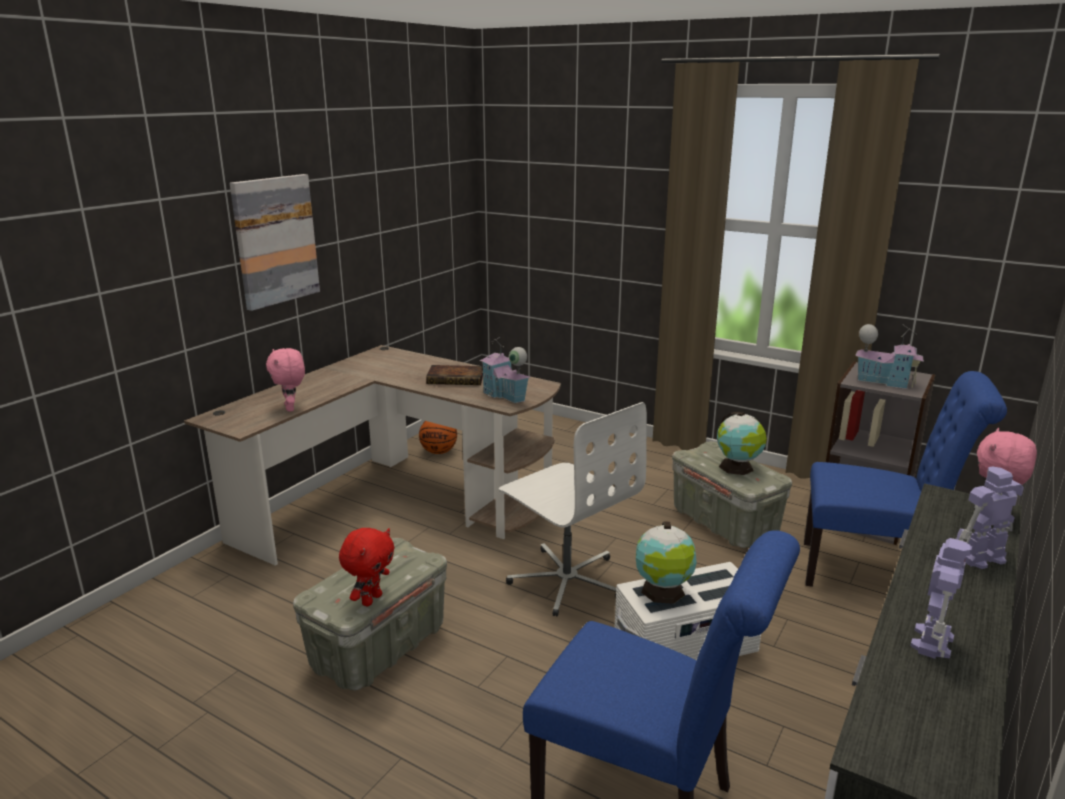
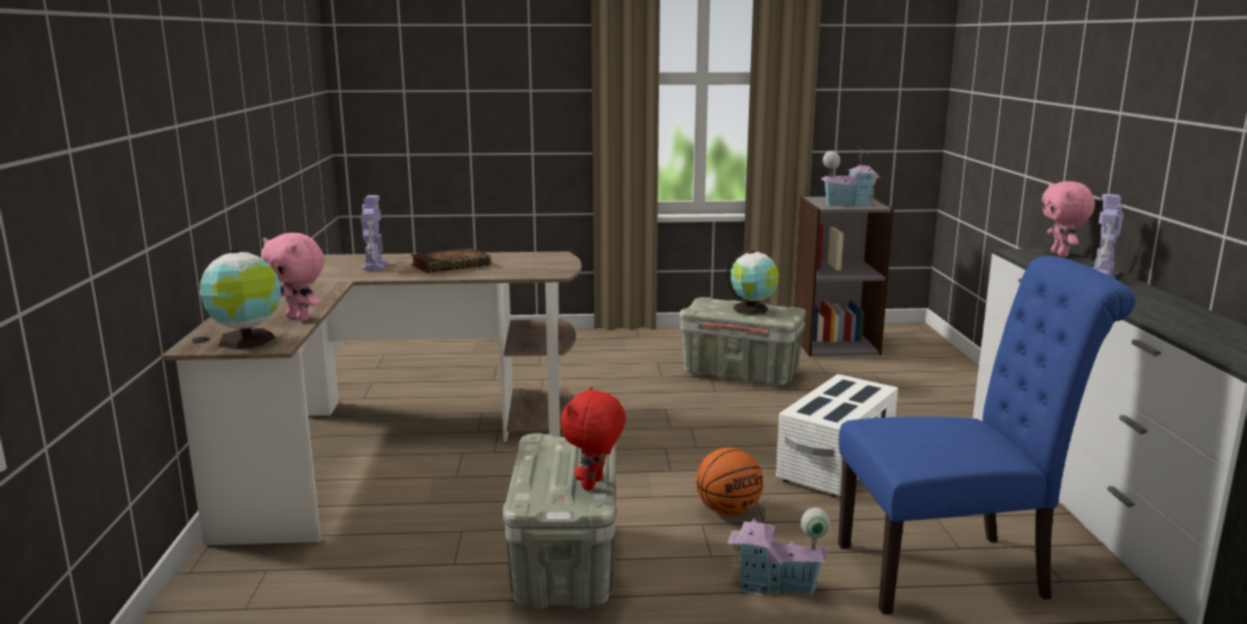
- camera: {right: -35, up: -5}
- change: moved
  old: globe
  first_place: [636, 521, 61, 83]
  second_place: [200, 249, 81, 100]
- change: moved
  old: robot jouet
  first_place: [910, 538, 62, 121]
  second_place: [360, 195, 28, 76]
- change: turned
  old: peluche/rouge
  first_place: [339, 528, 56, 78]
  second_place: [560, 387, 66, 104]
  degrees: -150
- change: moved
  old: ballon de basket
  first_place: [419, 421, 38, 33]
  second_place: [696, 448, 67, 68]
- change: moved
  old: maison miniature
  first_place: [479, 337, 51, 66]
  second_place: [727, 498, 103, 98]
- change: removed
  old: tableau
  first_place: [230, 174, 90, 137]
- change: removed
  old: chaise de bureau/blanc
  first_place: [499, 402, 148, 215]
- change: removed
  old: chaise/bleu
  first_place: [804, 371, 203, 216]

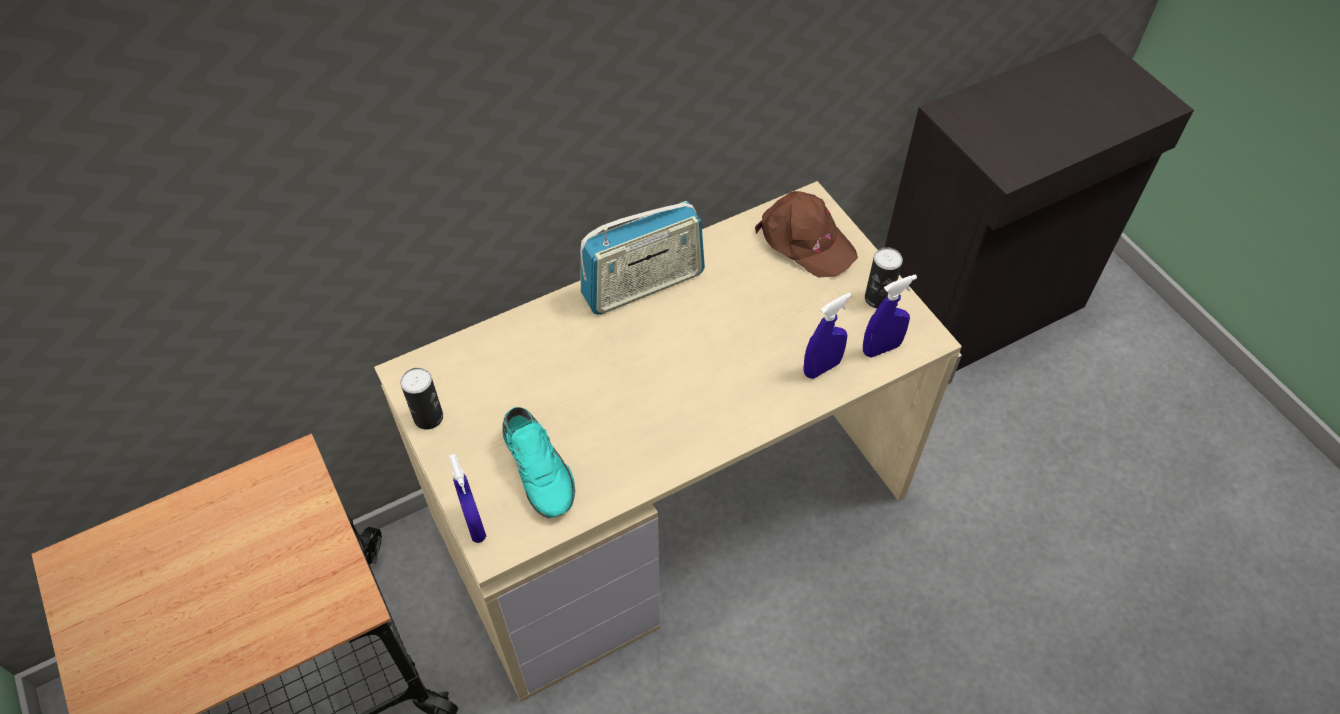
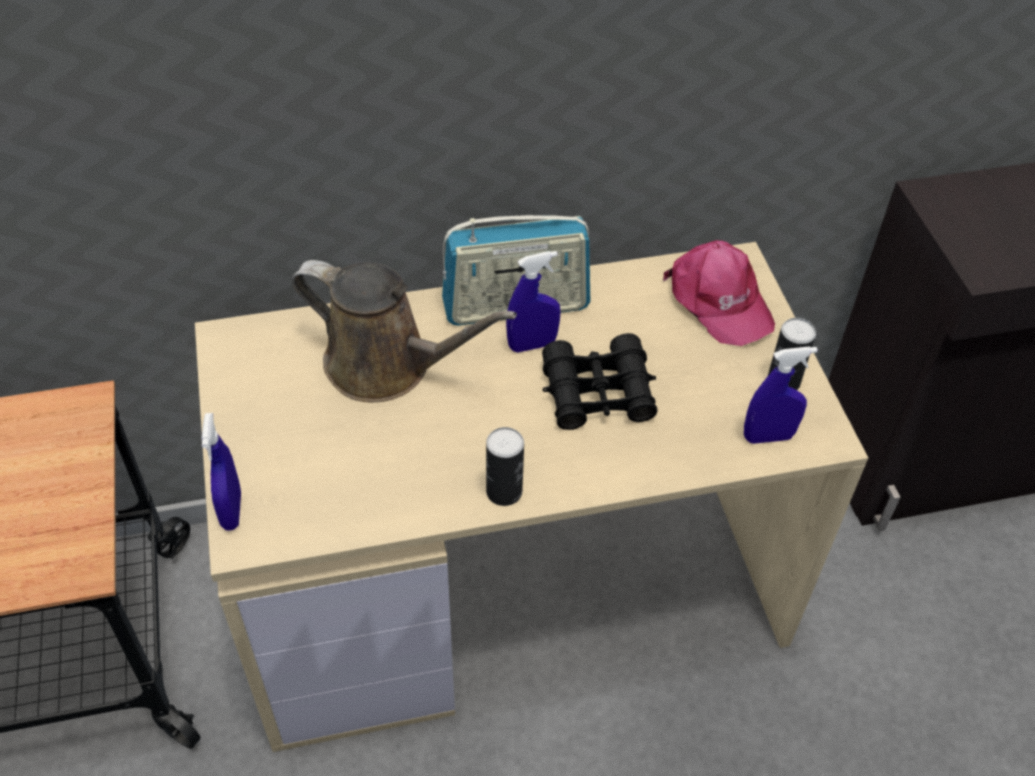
- camera: {right: 15, up: -5}
- change: added
  new: arrosoir/marron
  second_place: [292, 260, 225, 143]
- change: moved
  old: boîte métallique
  first_place: [400, 368, 43, 62]
  second_place: [486, 427, 38, 79]
- change: moved
  old: vaporisateur/bleu
  first_place: [804, 293, 48, 86]
  second_place: [506, 251, 54, 102]
- change: added
  new: jumelles/noir
  second_place: [542, 333, 116, 97]
- change: recoloured
  old: casquette/marron
  new: casquette/rose
  first_place: [755, 191, 103, 87]
  second_place: [663, 240, 112, 106]
- change: removed
  old: chaussure/turquoise
  first_place: [502, 407, 73, 112]

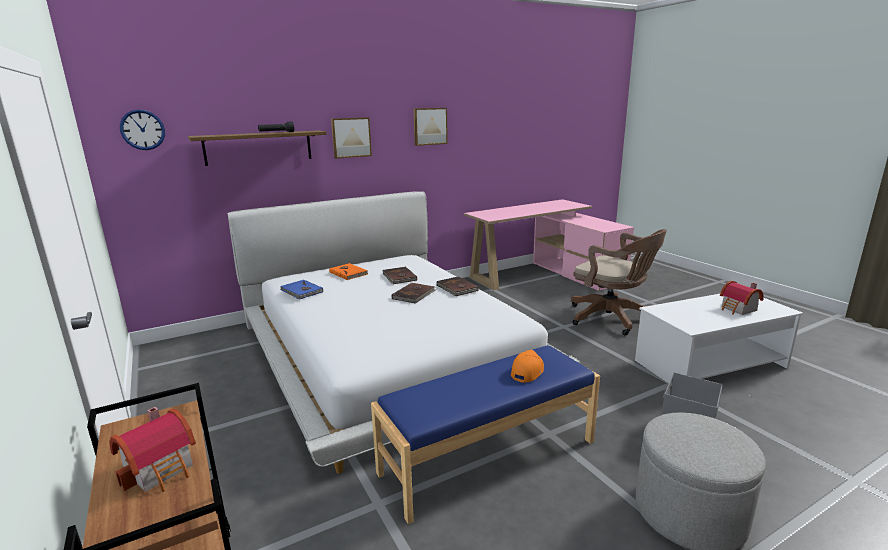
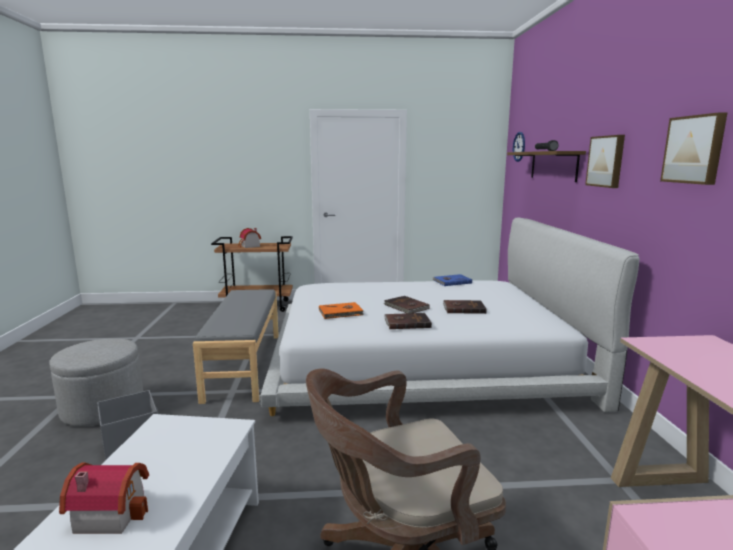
- camera: {right: 115, up: -5}
- change: recoloured
  old: banc/bleu
  new: banc/gris
  first_place: [371, 345, 229, 179]
  second_place: [193, 289, 86, 115]
- change: moved
  old: livre/orange
  first_place: [329, 263, 39, 17]
  second_place: [319, 302, 45, 17]
- change: removed
  old: casquette/orange
  first_place: [511, 350, 33, 33]

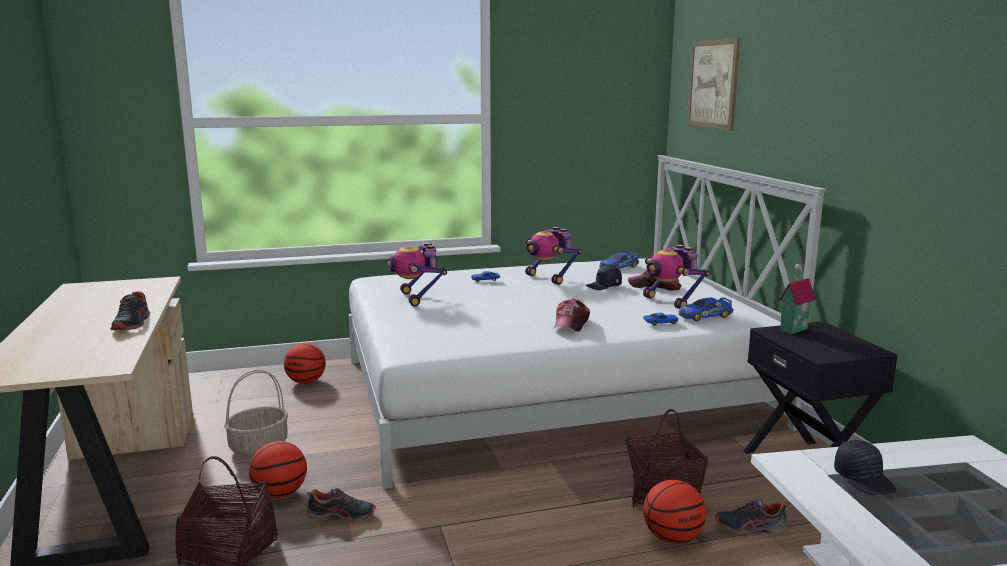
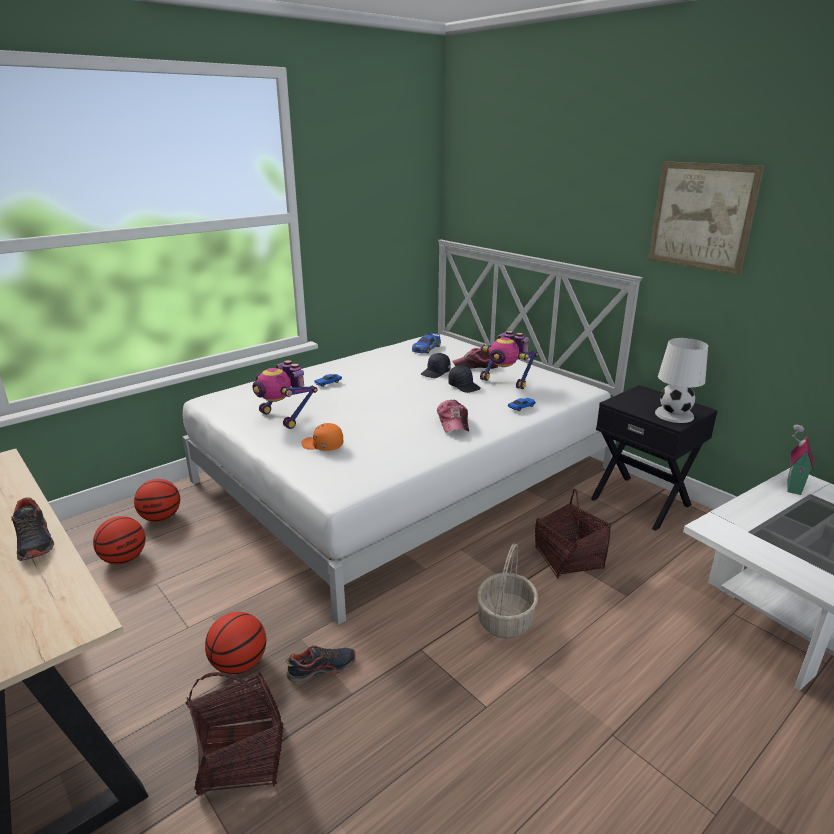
- camera: {right: -25, up: 10}
- change: moved
  old: ballon de basket
  first_place: [643, 480, 63, 64]
  second_place: [93, 516, 53, 48]
- change: added
  new: casquette/orange
  second_place: [301, 423, 42, 28]
- change: moved
  old: casquette/noir
  first_place: [834, 440, 63, 55]
  second_place: [448, 366, 33, 27]
- change: moved
  old: panier
  first_place: [224, 370, 64, 86]
  second_place: [477, 544, 61, 95]
- change: moved
  old: tableau
  first_place: [687, 38, 53, 93]
  second_place: [648, 161, 117, 114]
- change: added
  new: lampe de table/blanc
  second_place: [655, 338, 53, 85]
- change: moved
  old: maison miniature
  first_place: [778, 264, 38, 70]
  second_place: [787, 425, 27, 70]
- change: removed
  old: robot jouet
  first_place: [525, 227, 57, 58]
- change: removed
  old: petite voiture
  first_place: [679, 298, 54, 23]
- change: removed
  old: chaussure
  first_place: [715, 499, 73, 35]

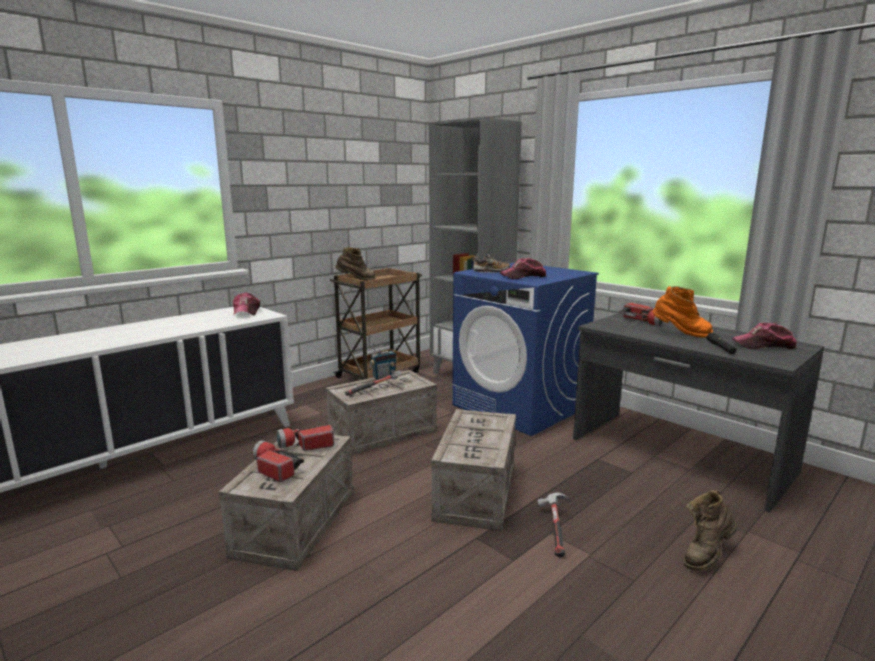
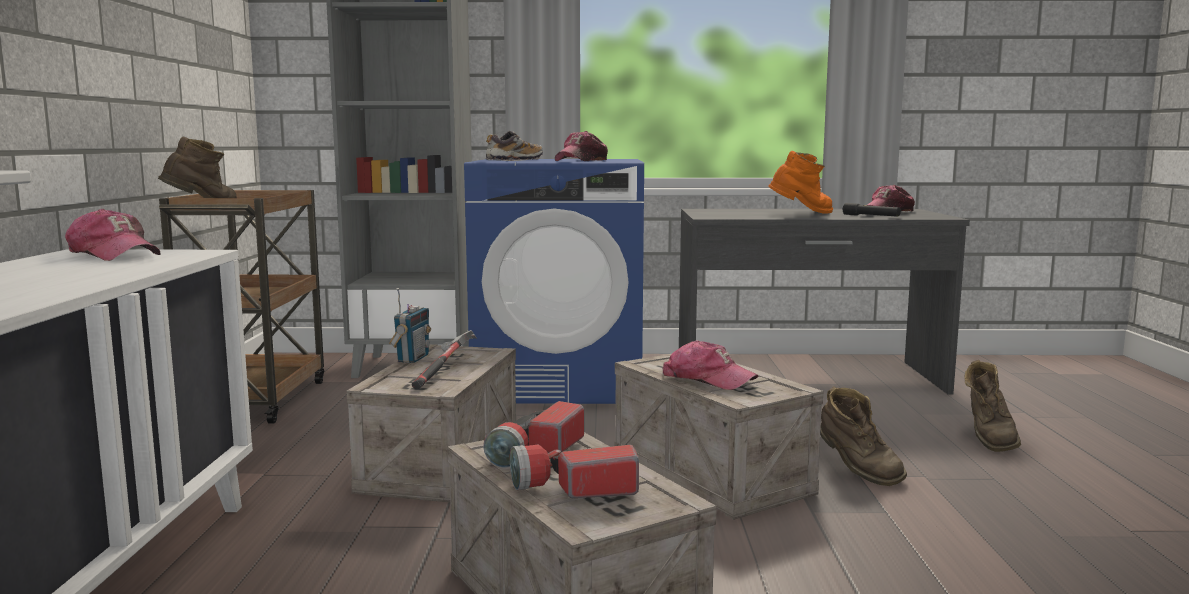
- camera: {right: -45, up: -5}
- change: added
  new: casquette
  second_place: [662, 340, 96, 50]
- change: replaced
  old: marteau
  new: botte/marron
  first_place: [538, 492, 33, 65]
  second_place: [820, 387, 87, 99]
- change: removed
  old: lampe de poche
  first_place: [619, 303, 44, 23]

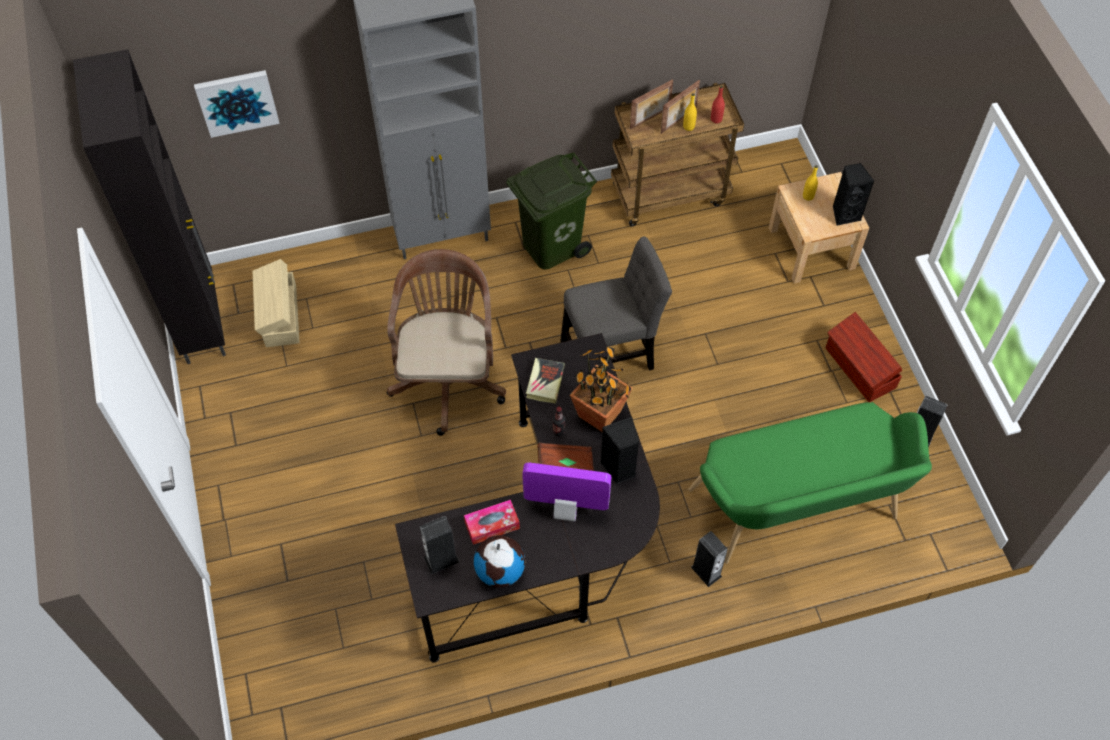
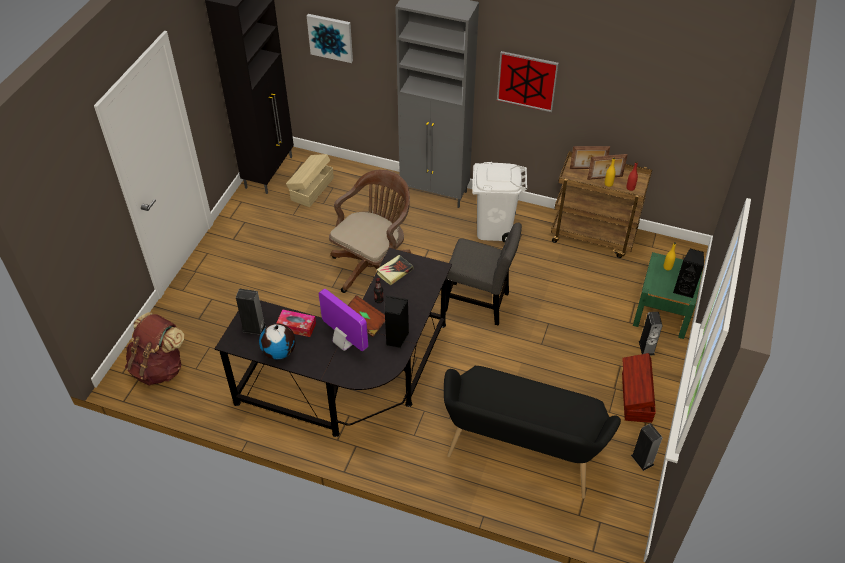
- camera: {right: 35, up: -10}
- change: added
  new: sac à dos/marron
  second_place: [125, 312, 59, 74]
- change: recoloured
  old: banc/vert
  new: banc/noir
  first_place: [688, 402, 244, 162]
  second_place: [444, 366, 177, 133]
- change: recoloured
  old: poubelle/vert
  new: poubelle/blanc
  first_place: [506, 152, 91, 117]
  second_place: [472, 162, 55, 81]
- change: added
  new: tableau
  second_place: [497, 51, 62, 61]
- change: recoloured
  old: table de chevet/beige
  new: table de chevet/vert
  first_place: [769, 172, 100, 111]
  second_place: [633, 252, 70, 87]
- change: moved
  old: enceinte
  first_place: [691, 531, 37, 56]
  second_place: [639, 312, 24, 43]
- change: removed
  old: plante en pot
  first_place: [570, 345, 62, 87]

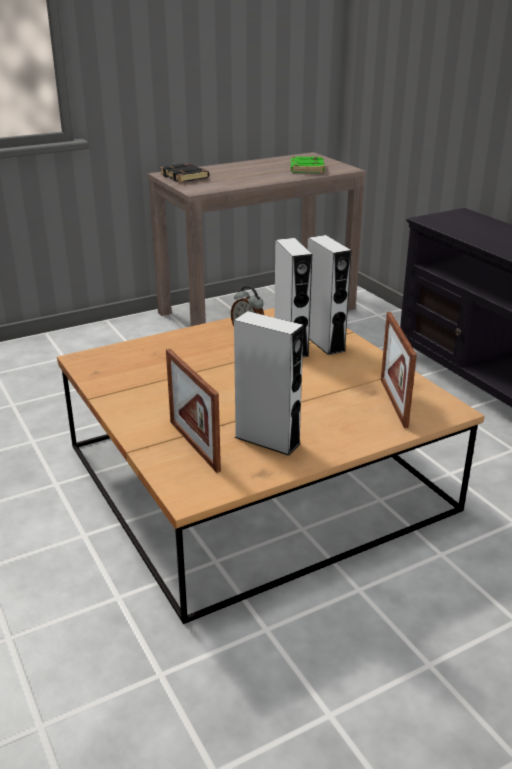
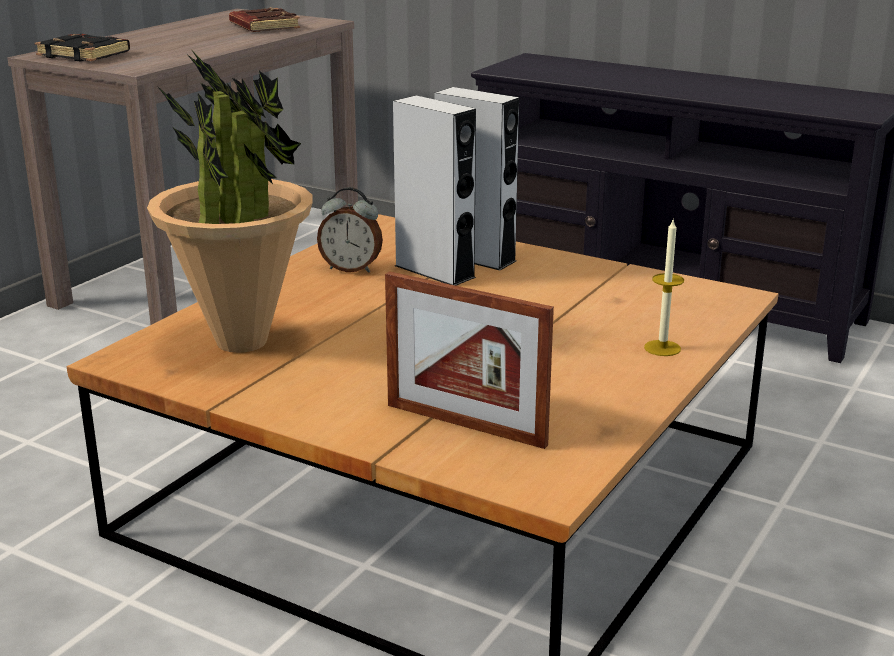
- camera: {right: -30, up: -5}
- change: added
  new: plante en pot
  second_place: [147, 52, 166, 301]
- change: recoloured
  old: livre/vert
  new: livre/marron
  first_place: [291, 156, 34, 17]
  second_place: [229, 7, 71, 25]
- change: added
  new: bougie
  second_place: [644, 218, 40, 138]
- change: removed
  old: enceinte/gris
  first_place: [234, 311, 69, 145]
- change: removed
  old: cadre photo
  first_place: [381, 312, 36, 116]

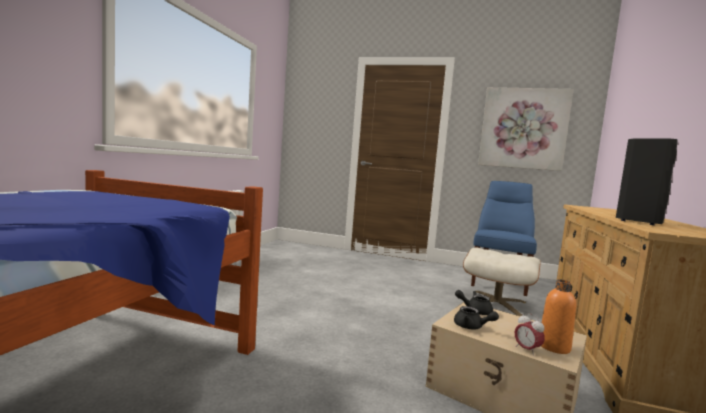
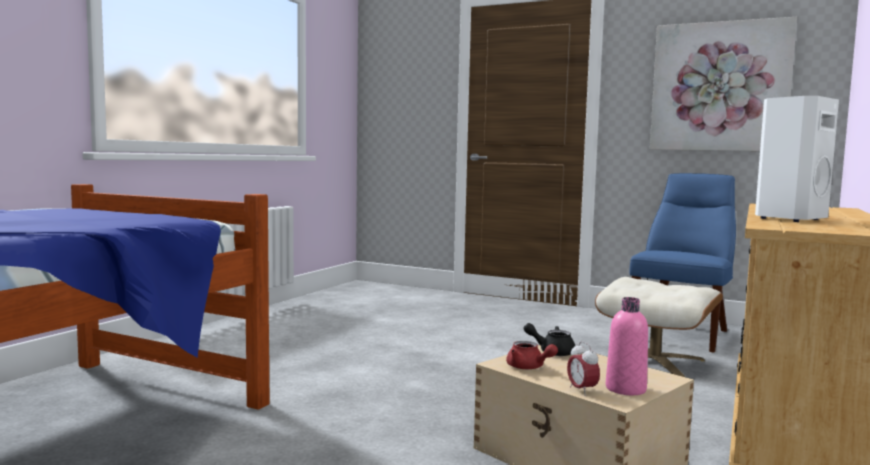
- camera: {right: 10, up: 0}
- change: recoloured
  old: théière/noir
  new: théière/rouge
  first_place: [454, 306, 45, 24]
  second_place: [506, 341, 52, 28]
- change: recoloured
  old: bouteille/orange
  new: bouteille/rose
  first_place: [541, 279, 35, 75]
  second_place: [606, 297, 42, 98]
- change: recoloured
  old: enceinte/noir
  new: enceinte/blanc
  first_place: [616, 138, 62, 87]
  second_place: [755, 96, 84, 126]

